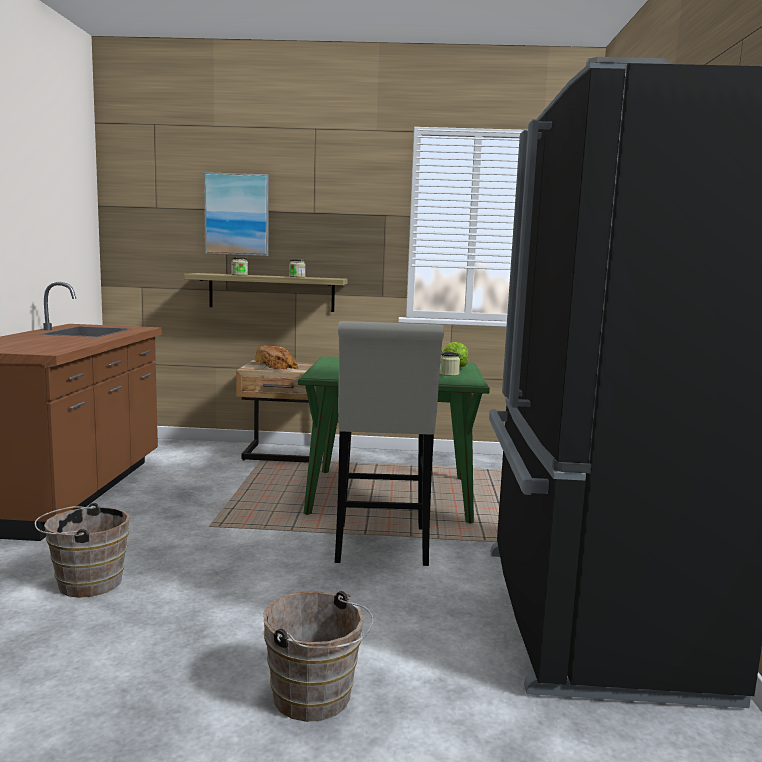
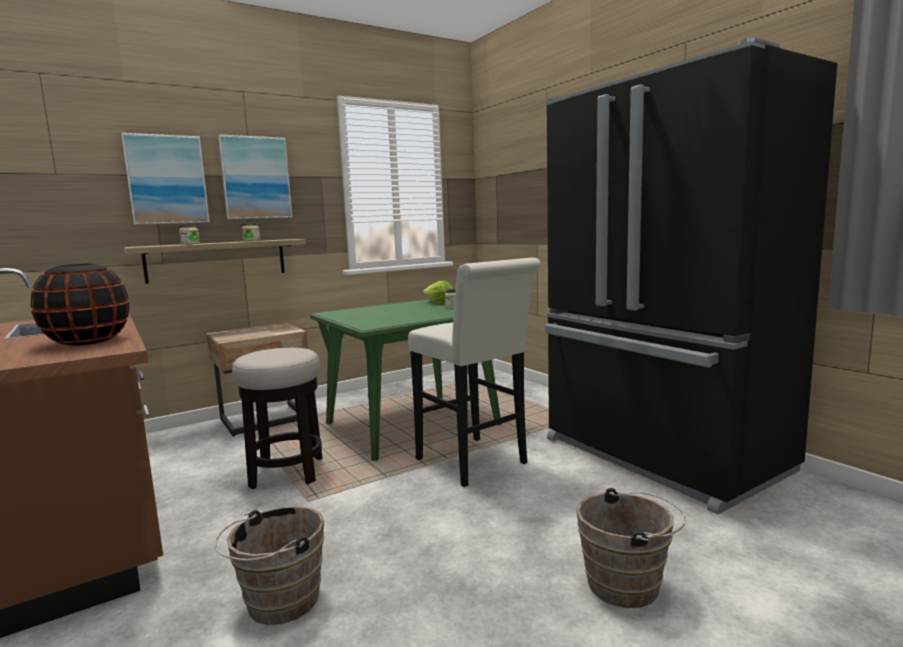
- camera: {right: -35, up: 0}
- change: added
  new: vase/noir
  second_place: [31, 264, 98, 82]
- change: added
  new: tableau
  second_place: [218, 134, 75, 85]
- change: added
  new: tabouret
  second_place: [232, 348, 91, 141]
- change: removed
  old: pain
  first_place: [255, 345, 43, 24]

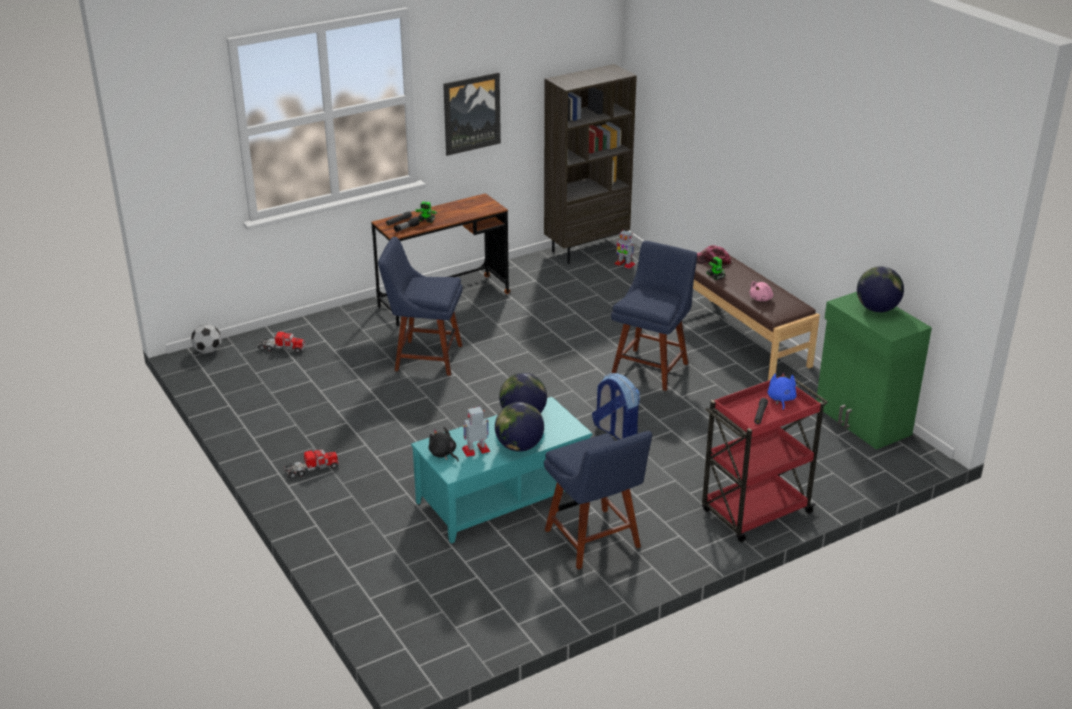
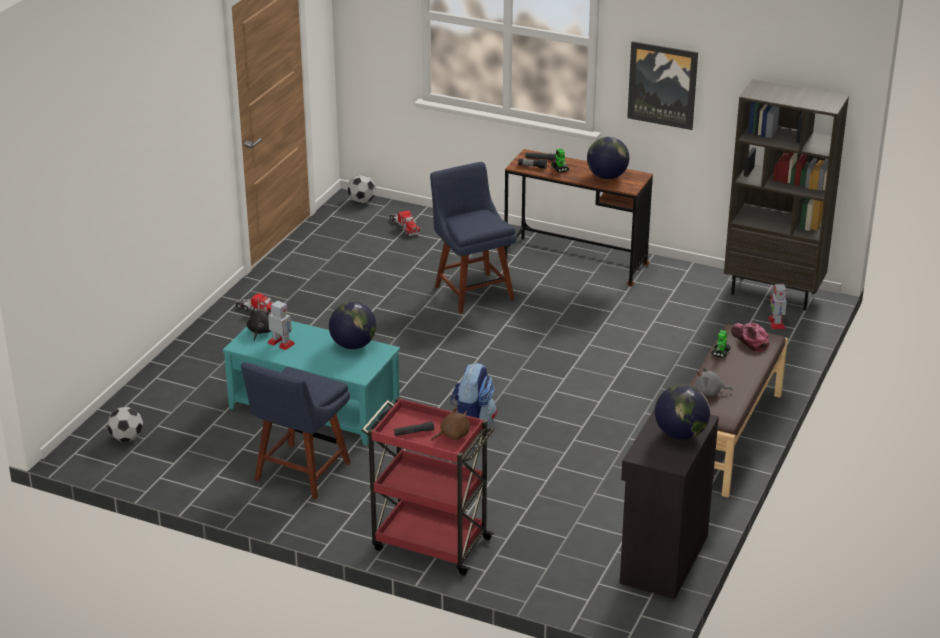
- camera: {right: 55, up: 0}
- change: added
  new: ballon de foot
  second_place: [107, 407, 36, 35]
- change: recoloured
  old: peluche/bleu
  new: peluche/marron
  first_place: [768, 372, 29, 38]
  second_place: [431, 407, 39, 34]
- change: moved
  old: globe
  first_place: [495, 402, 49, 50]
  second_place: [587, 137, 42, 42]
- change: recoloured
  old: meuble de rangement/vert
  new: meuble de rangement/noir
  first_place: [816, 292, 116, 158]
  second_place: [620, 409, 99, 190]
- change: recoloured
  old: peluche/rose
  new: peluche/gris
  first_place: [749, 281, 24, 20]
  second_place: [695, 367, 38, 29]
- change: removed
  old: chaise/bleu
  first_place: [611, 241, 86, 150]

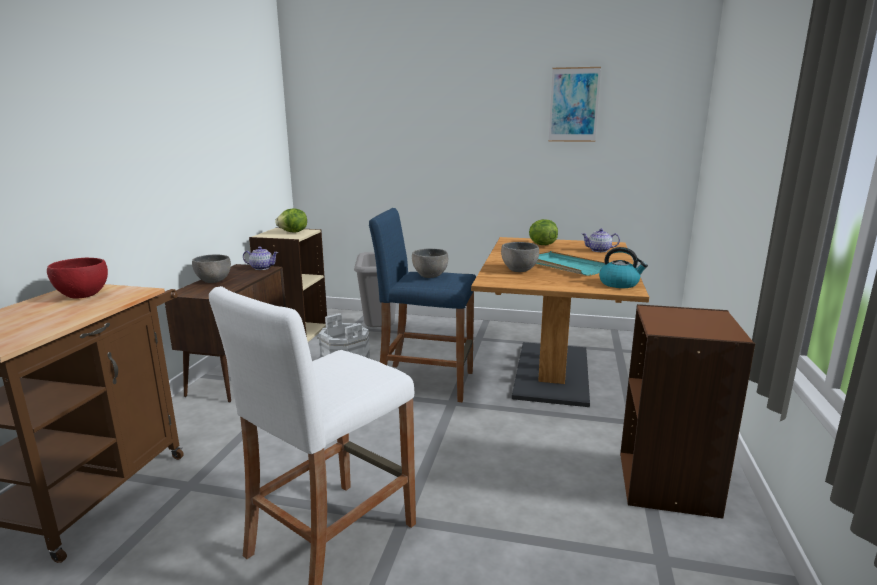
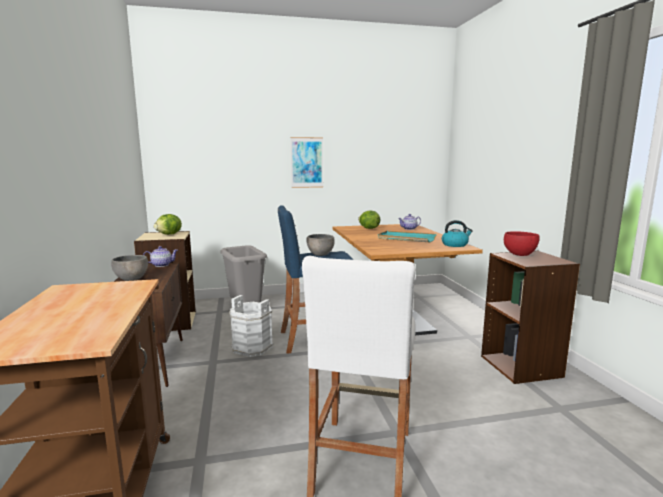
- camera: {right: -25, up: -5}
- change: moved
  old: tableau
  first_place: [549, 67, 52, 75]
  second_place: [290, 137, 33, 51]
- change: moved
  old: bol/rouge
  first_place: [47, 258, 61, 41]
  second_place: [504, 231, 36, 25]
- change: removed
  old: bol/gris
  first_place: [501, 242, 38, 30]

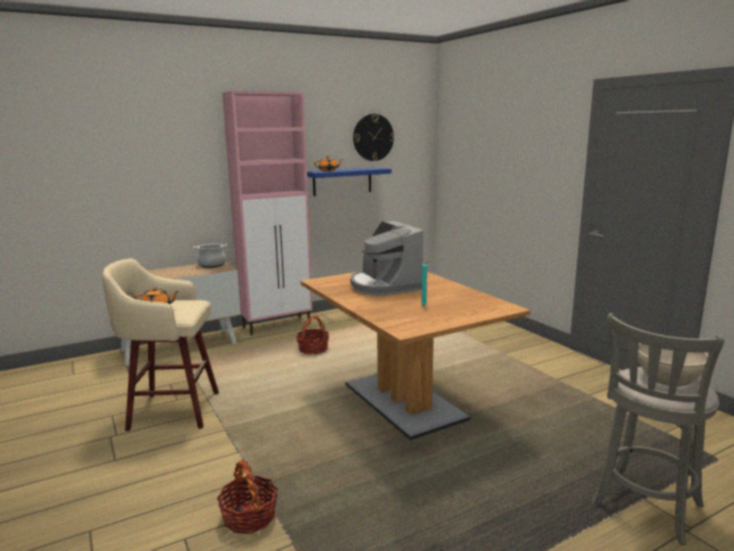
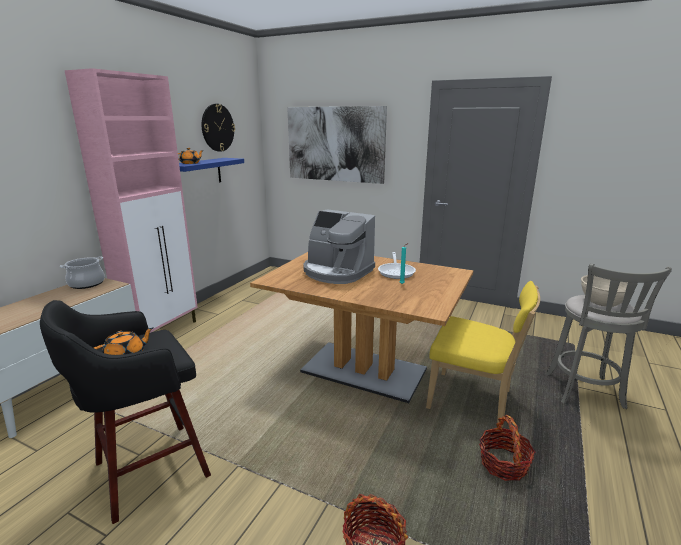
- camera: {right: -35, up: 5}
- change: recoloured
  old: tabouret/beige
  new: tabouret/noir
  first_place: [102, 259, 117, 172]
  second_place: [40, 300, 171, 224]
- change: added
  new: tableau
  second_place: [287, 106, 100, 78]
- change: added
  new: poêle
  second_place: [378, 252, 38, 27]
- change: added
  new: chaise/jaune
  second_place: [426, 281, 114, 147]
- change: moved
  old: panier
  first_place: [296, 316, 33, 39]
  second_place: [479, 415, 56, 66]

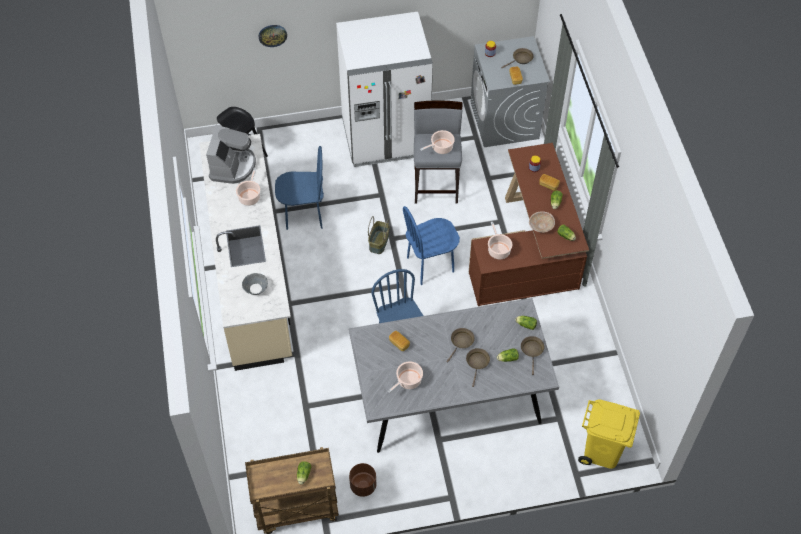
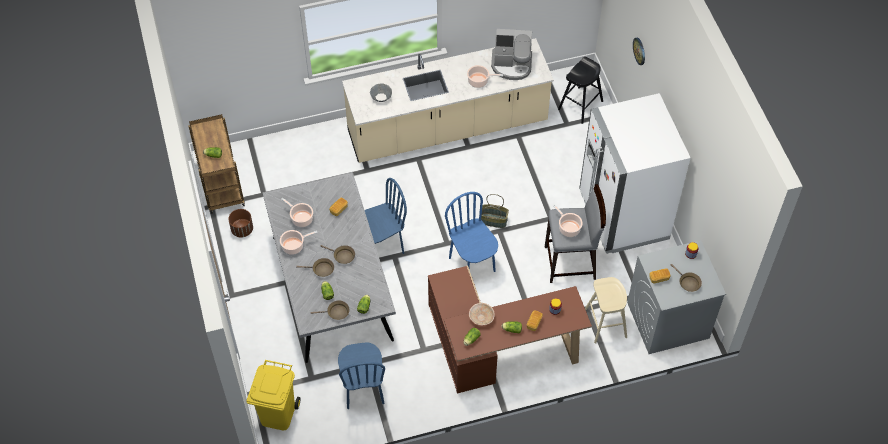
- camera: {right: 85, up: 0}
- change: moved
  old: marmite
  first_place: [488, 222, 24, 37]
  second_place: [280, 230, 38, 25]
- change: moved
  old: chaise/bleu
  first_place: [275, 146, 49, 84]
  second_place: [338, 343, 47, 66]
- change: added
  new: tabouret/beige
  second_place: [585, 277, 42, 66]

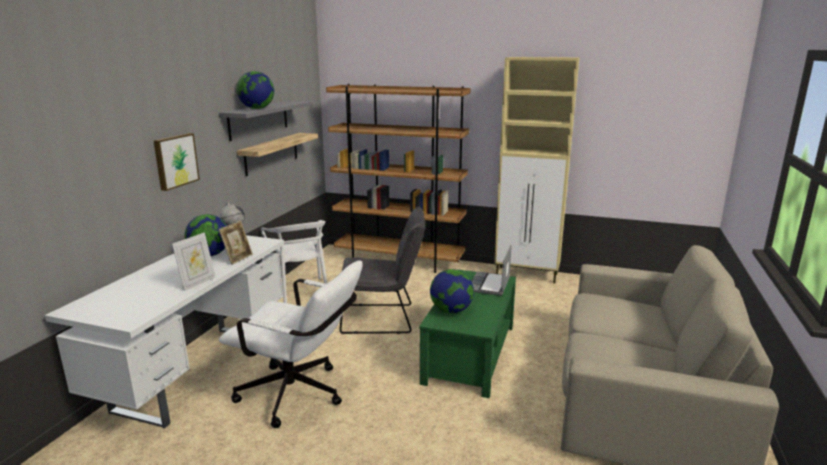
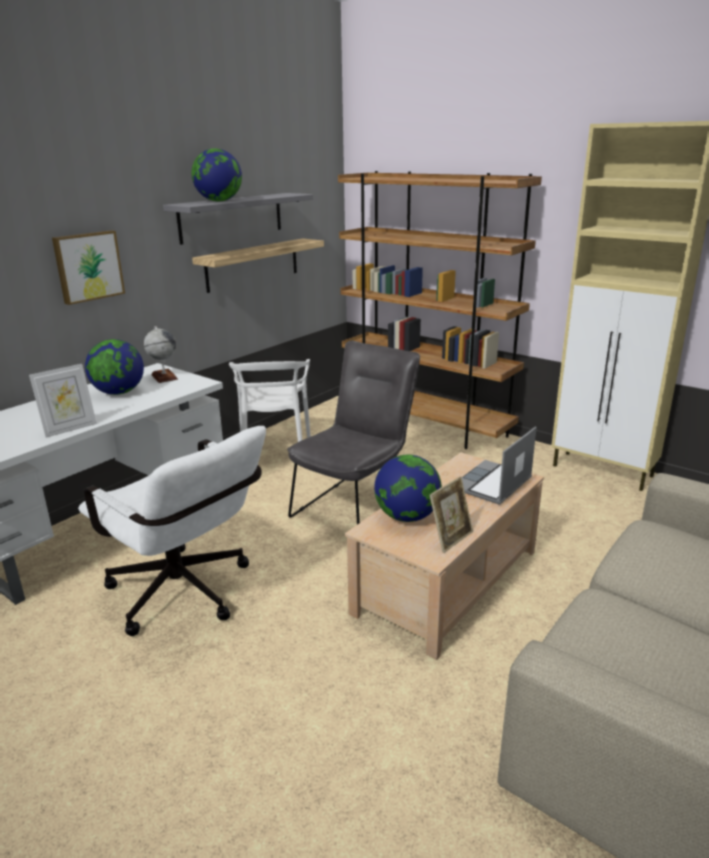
- camera: {right: 20, up: 5}
- change: turned
  old: chaise/gris
  first_place: [340, 206, 85, 128]
  second_place: [287, 340, 133, 184]
  degrees: -75
- change: recoloured
  old: table basse/vert
  new: table basse/beige
  first_place: [419, 269, 97, 129]
  second_place: [345, 452, 199, 208]
- change: moved
  old: cadre photo
  first_place: [219, 221, 34, 44]
  second_place: [430, 476, 43, 77]

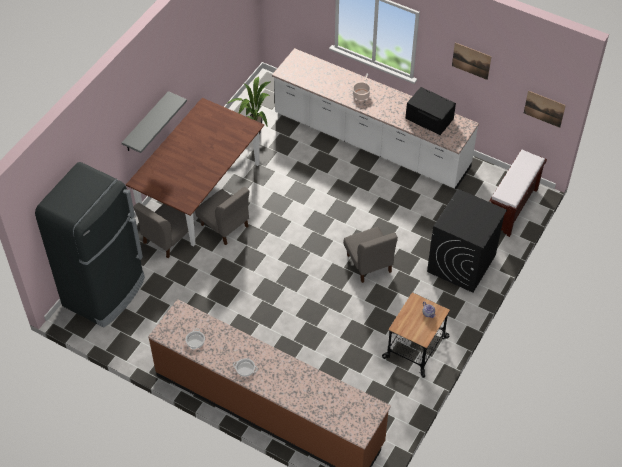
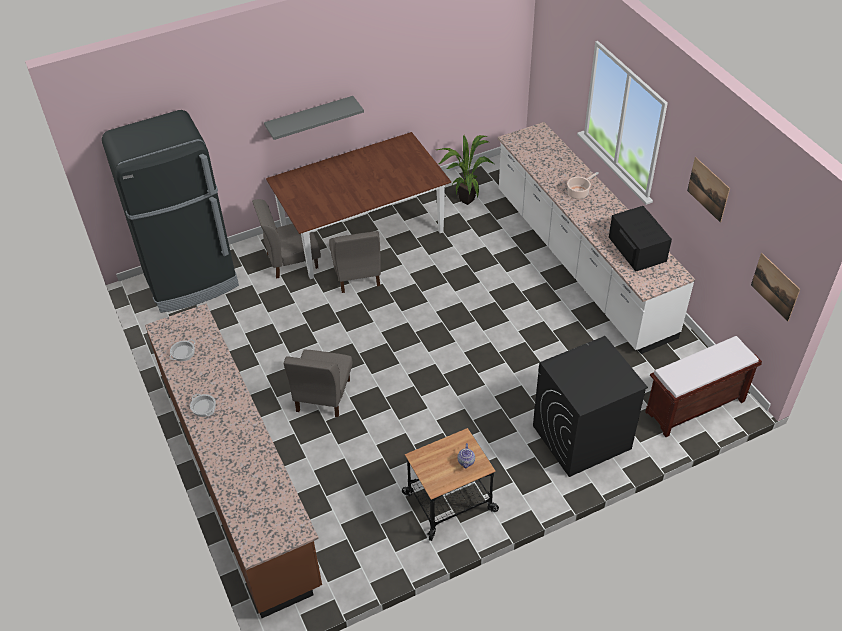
- camera: {right: 35, up: -5}
- change: moved
  old: chaise/gris
  first_place: [343, 227, 55, 56]
  second_place: [284, 350, 69, 67]

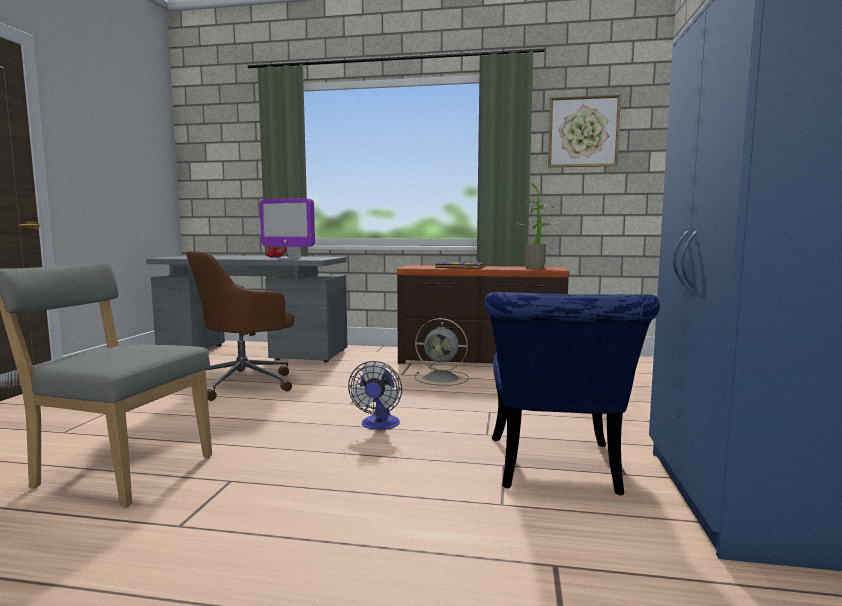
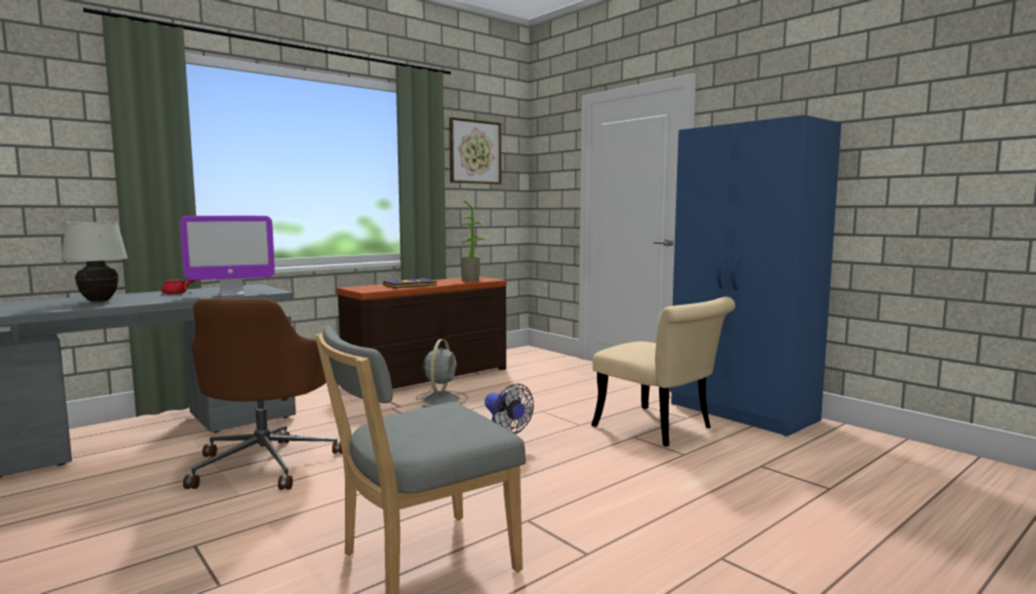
- camera: {right: -50, up: 0}
- change: added
  new: lampe de table/blanc
  second_place: [61, 222, 67, 80]
- change: turned
  old: ventilateur/gris
  first_place: [415, 318, 54, 68]
  second_place: [416, 339, 52, 68]
  degrees: -45
- change: recoloured
  old: chaise/bleu
  new: chaise/beige
  first_place: [485, 292, 175, 204]
  second_place: [591, 297, 144, 150]

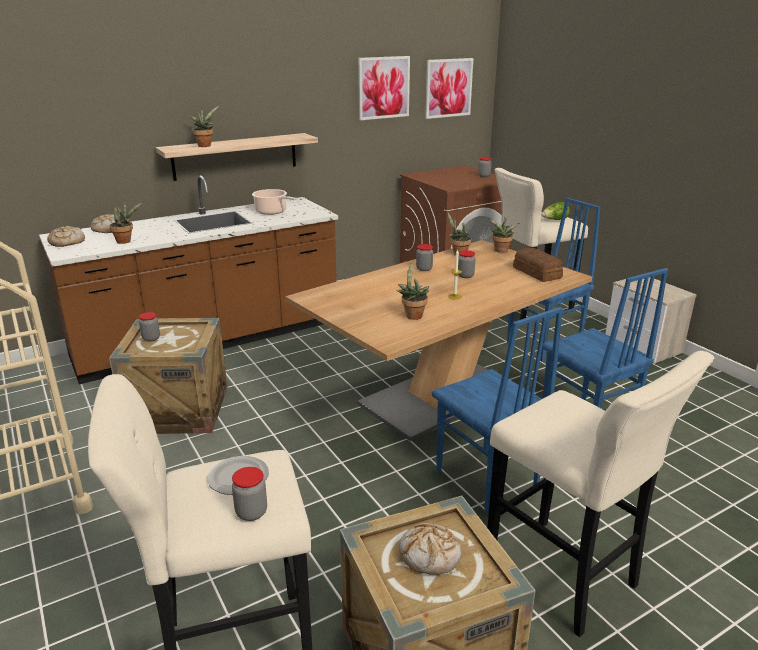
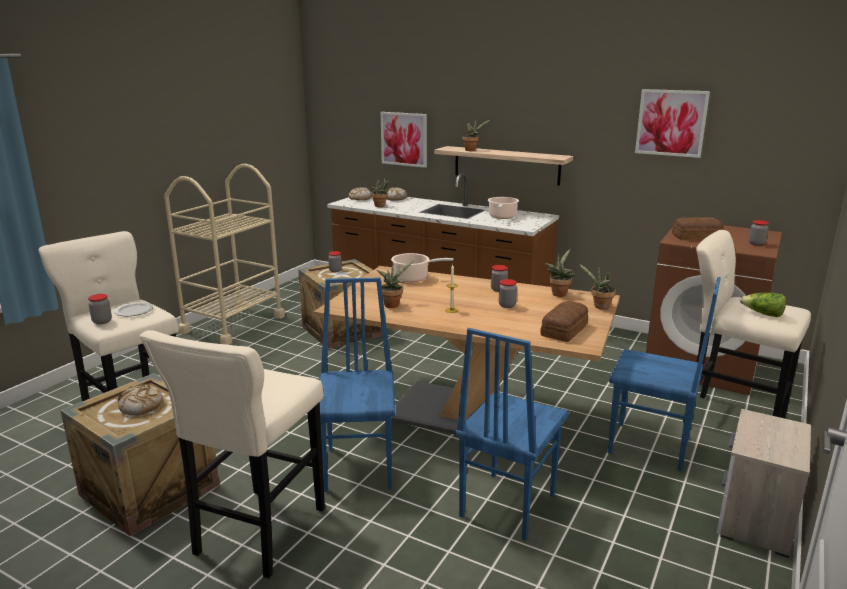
- camera: {right: 60, up: -5}
- change: turned
  old: chaise/bleu
  first_place: [432, 307, 131, 207]
  second_place: [319, 278, 76, 214]
  degrees: 150
- change: moved
  old: tableau
  first_place: [425, 58, 48, 61]
  second_place: [381, 112, 46, 56]
- change: added
  new: marmite
  second_place: [391, 253, 62, 29]
- change: added
  new: pain
  second_place: [672, 217, 52, 23]

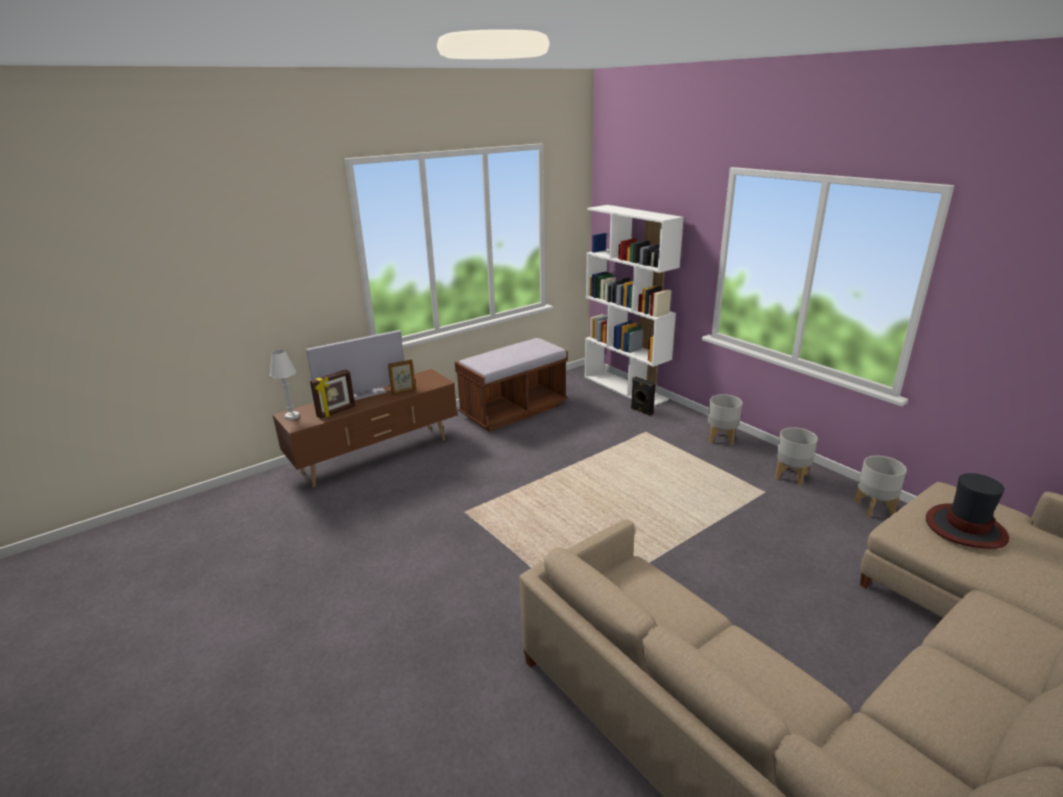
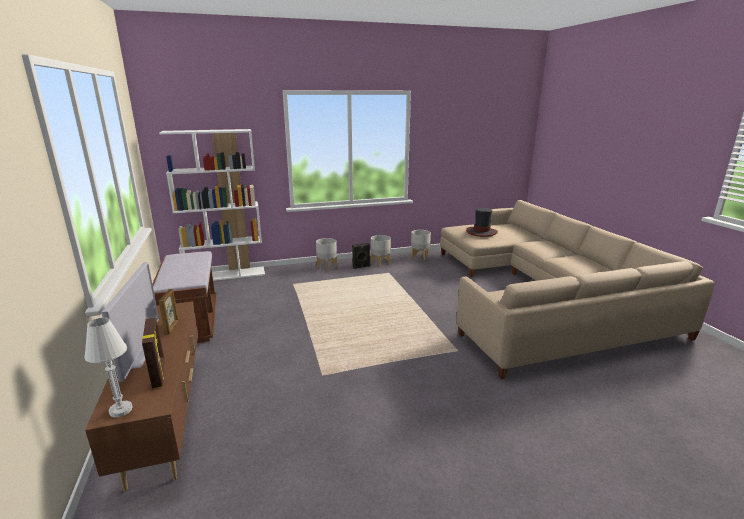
- camera: {right: -70, up: -5}
- change: moved
  old: enceinte/noir
  first_place: [631, 377, 25, 39]
  second_place: [352, 243, 18, 26]

